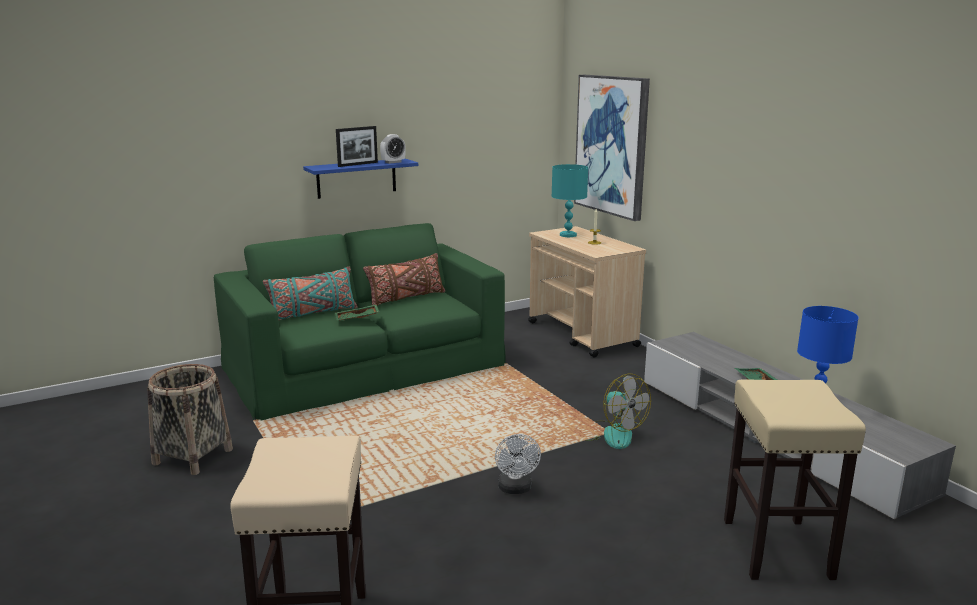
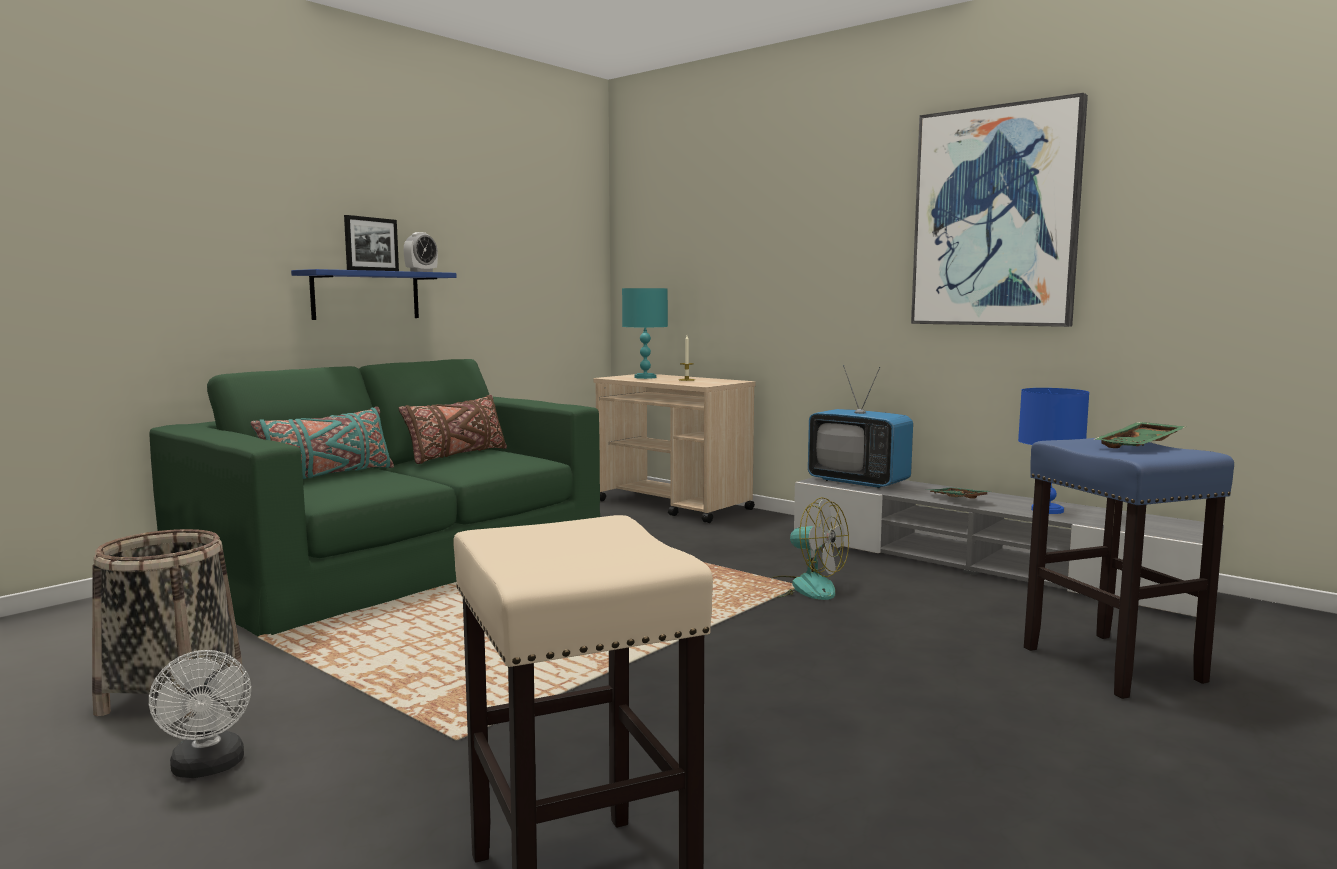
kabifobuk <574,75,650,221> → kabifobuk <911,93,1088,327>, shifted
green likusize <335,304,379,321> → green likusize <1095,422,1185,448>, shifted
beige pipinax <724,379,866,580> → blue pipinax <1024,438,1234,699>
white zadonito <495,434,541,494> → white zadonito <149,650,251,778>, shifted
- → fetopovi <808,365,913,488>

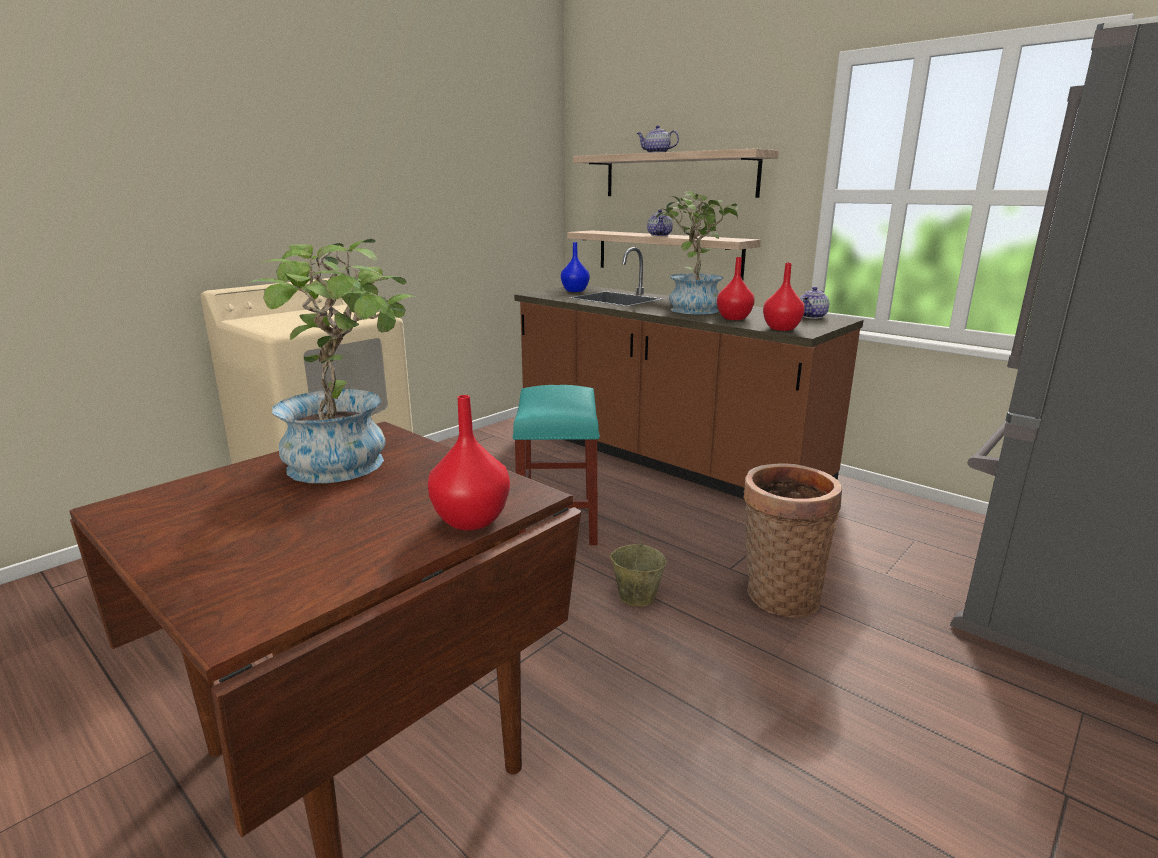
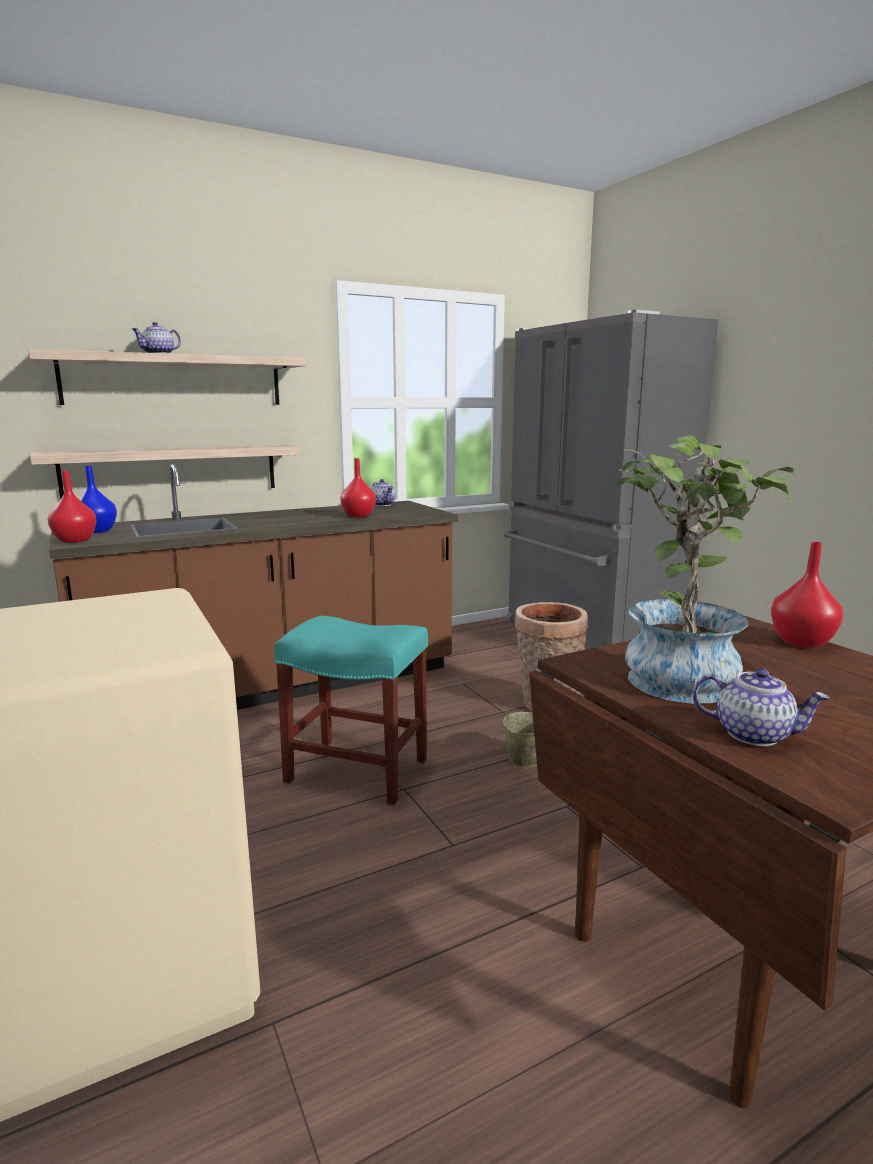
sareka <656,191,738,314> → -
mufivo <647,209,673,236> → mufivo <693,668,829,746>, shifted
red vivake <763,263,805,331> → red vivake <48,471,97,543>, shifted

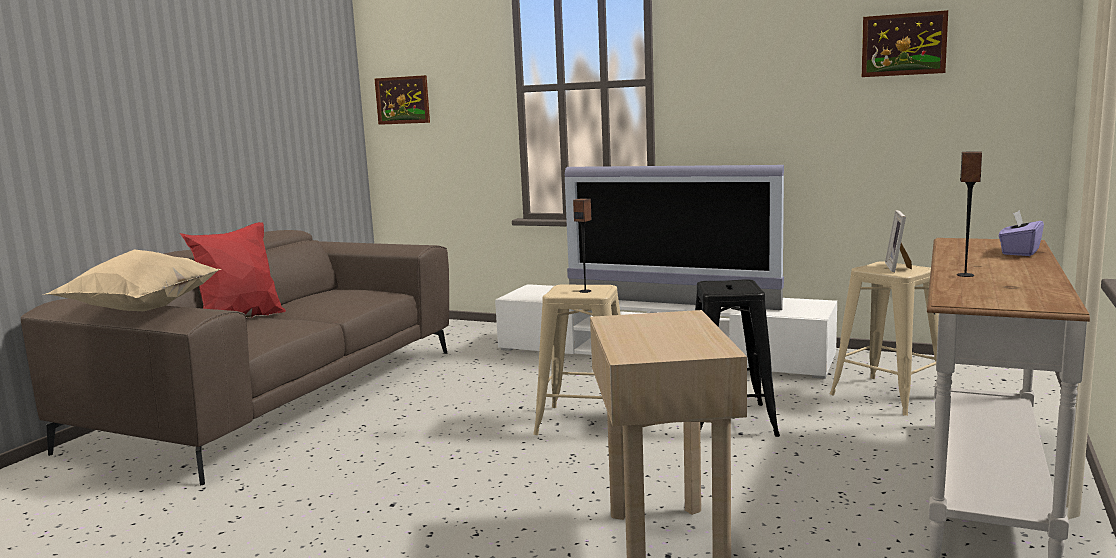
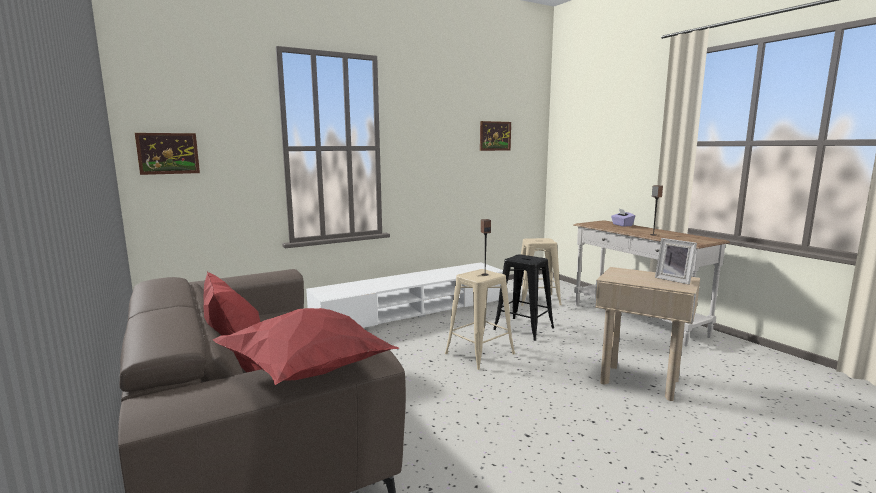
fetopovi <565,165,784,310> → -
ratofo <885,210,912,272> → ratofo <655,238,697,284>, shifted
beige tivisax <42,249,221,311> → red tivisax <213,308,399,385>

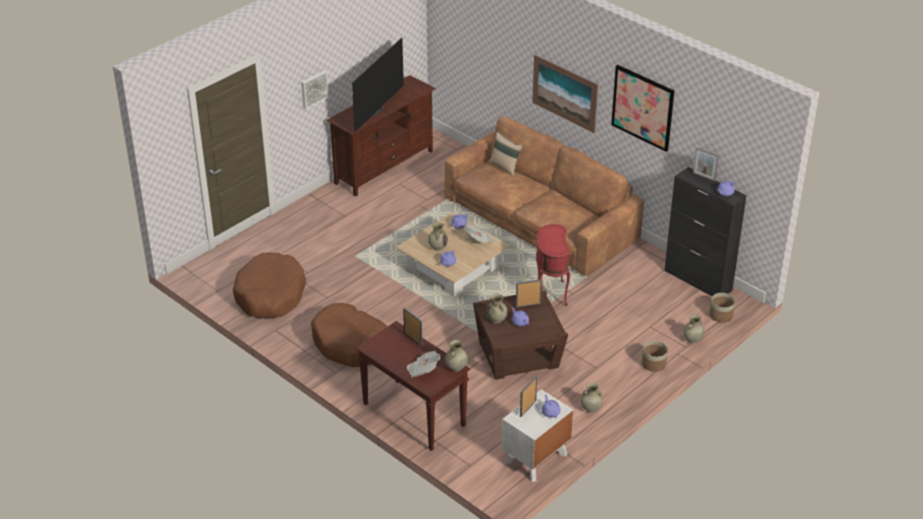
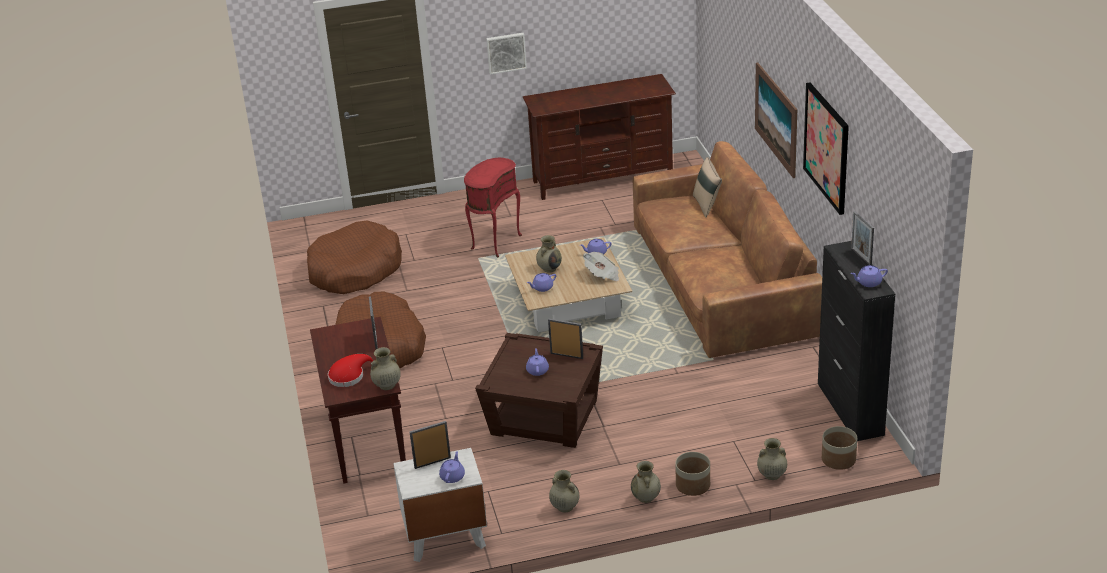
fetopovi <352,38,404,132> → -
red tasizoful <536,224,570,306> → red tasizoful <464,158,522,257>, shifted
beige vivake <486,294,508,323> → beige vivake <631,461,661,503>, shifted
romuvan <407,351,440,378> → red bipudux <328,354,373,387>

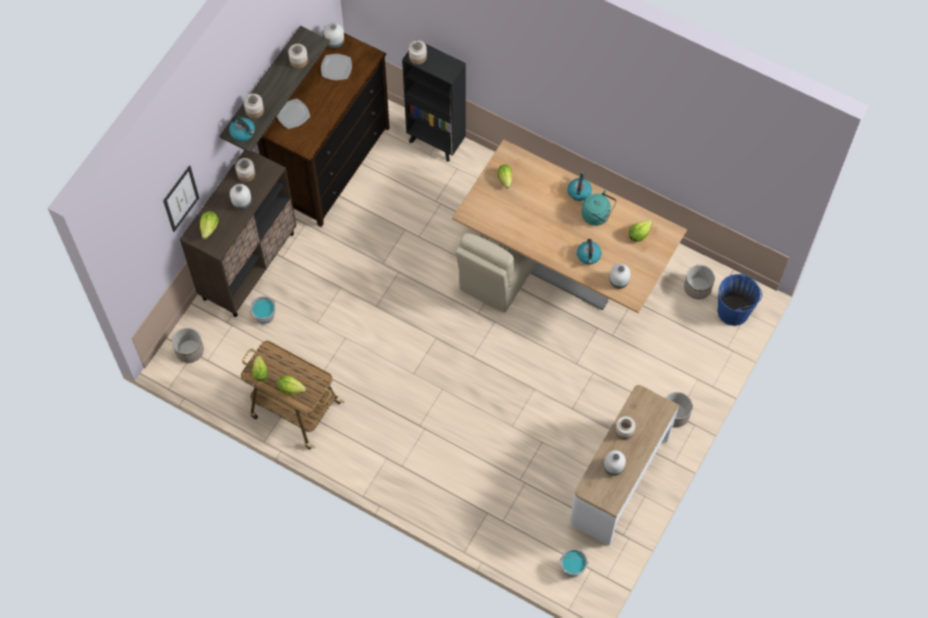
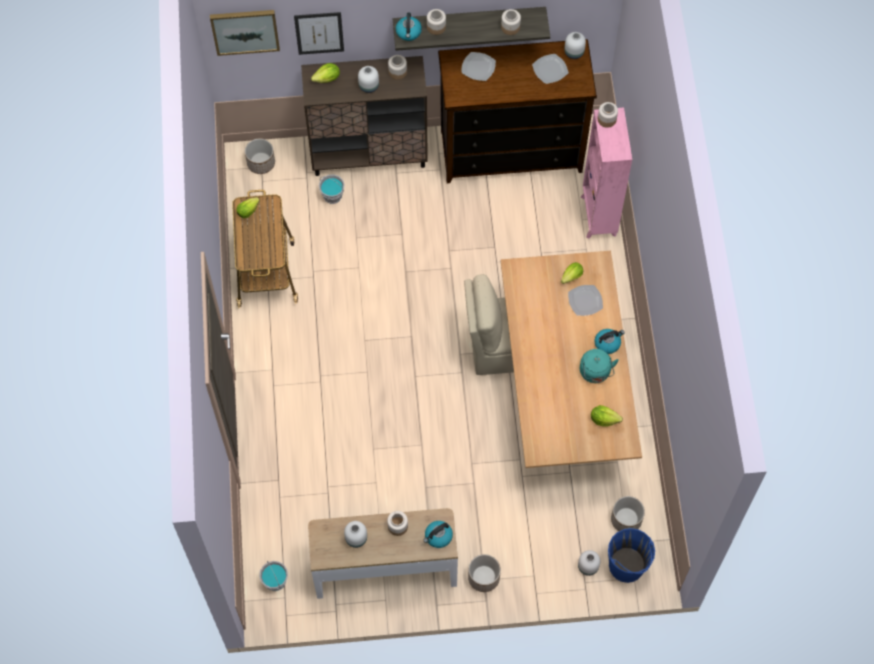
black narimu <402,39,466,162> → pink narimu <581,108,632,239>
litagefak <577,239,602,265> → litagefak <424,521,453,548>, shifted
white vivake <609,264,631,289> → white vivake <578,550,600,576>, shifted
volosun <277,375,306,395> → -
- → kabifobuk <210,10,280,56>
- → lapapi <568,285,603,316>

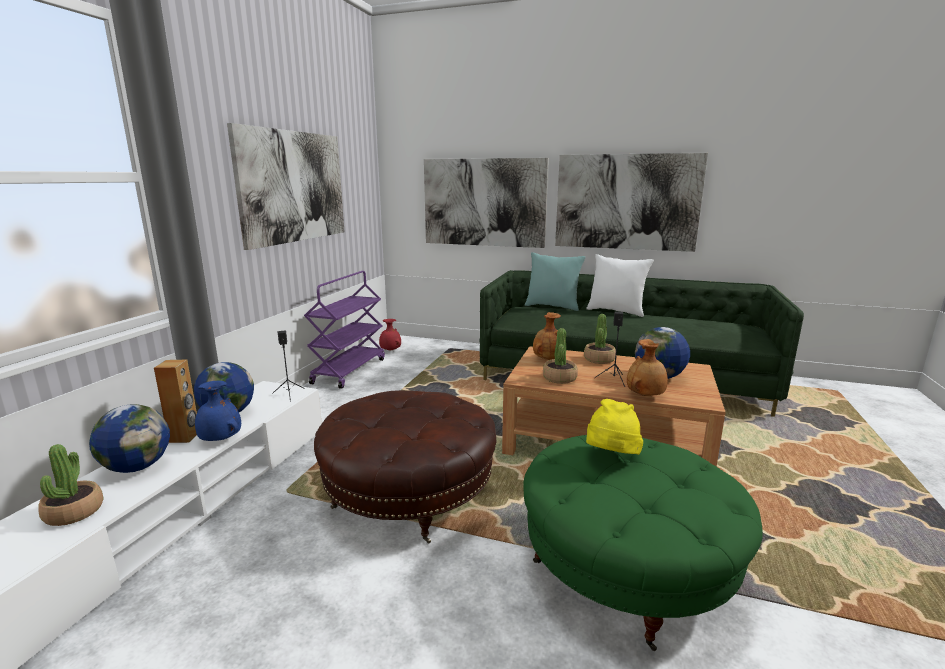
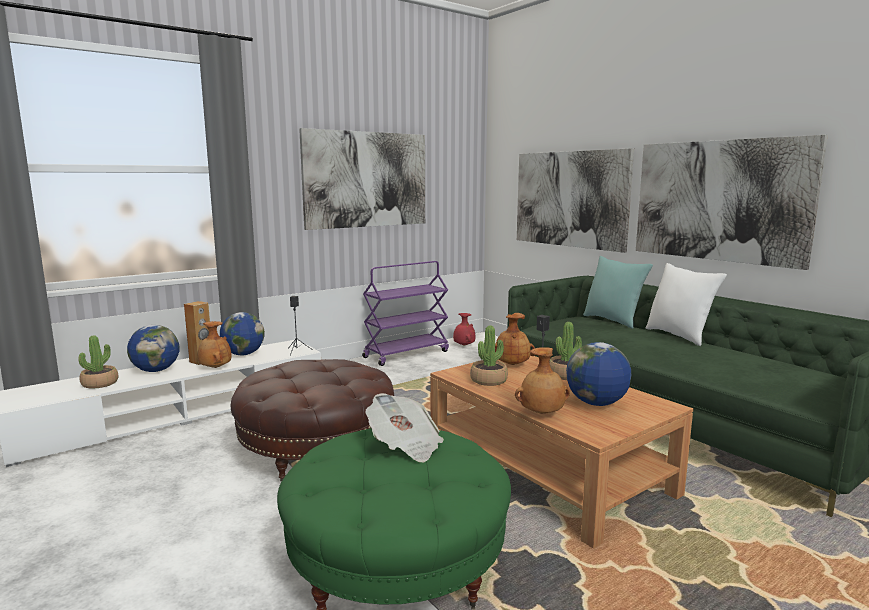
blue vivake <195,381,241,441> → brown vivake <198,321,232,368>
yellow bipudux <586,399,643,455> → romuvan <365,393,444,462>

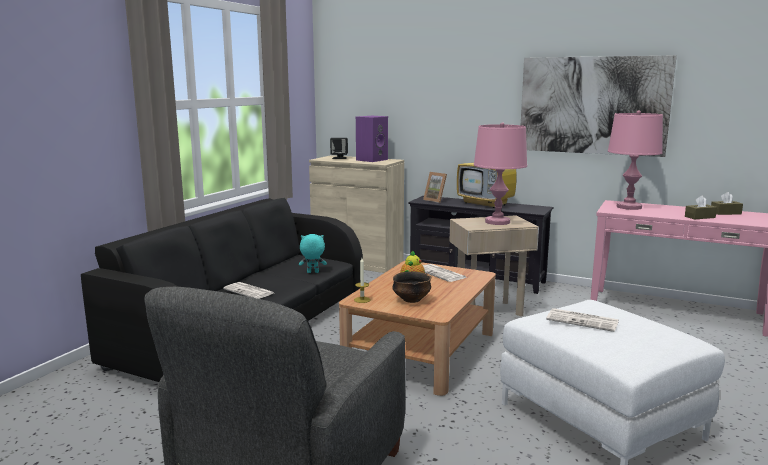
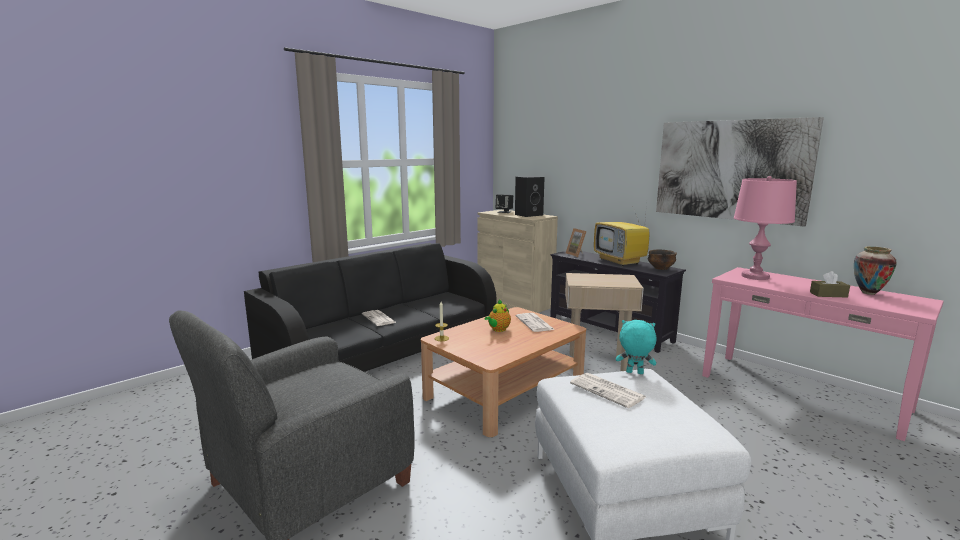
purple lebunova <356,116,388,162> → black lebunova <515,176,544,217>
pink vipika <474,122,527,225> → -
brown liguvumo <711,192,743,215> → vivake <854,246,897,295>
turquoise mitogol <299,234,327,273> → turquoise mitogol <616,320,656,374>, shifted
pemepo <392,271,431,303> → pemepo <648,250,677,270>, shifted

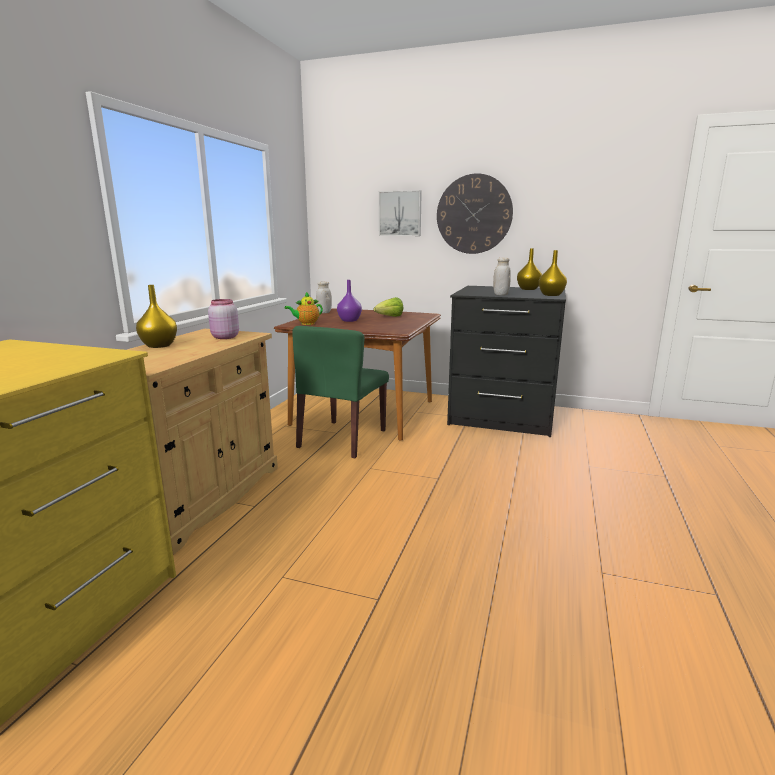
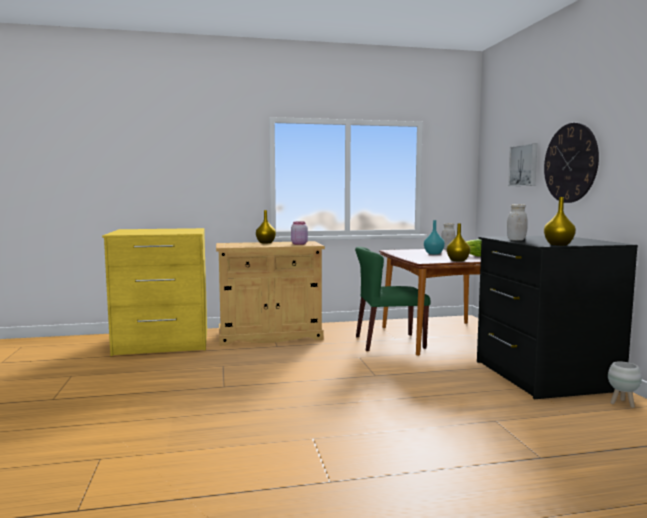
yellow vivake <517,249,542,290> → yellow vivake <447,223,470,262>, shifted
purple vivake <337,280,362,322> → turquoise vivake <424,220,445,254>
mufivo <284,292,323,325> → -
- → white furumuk <608,362,642,408>

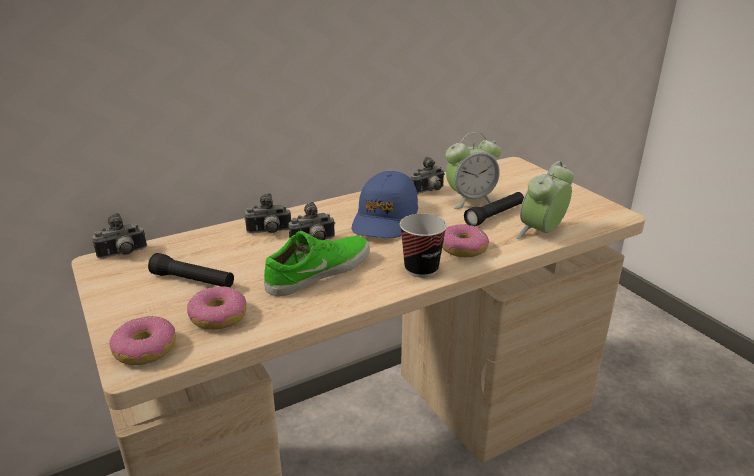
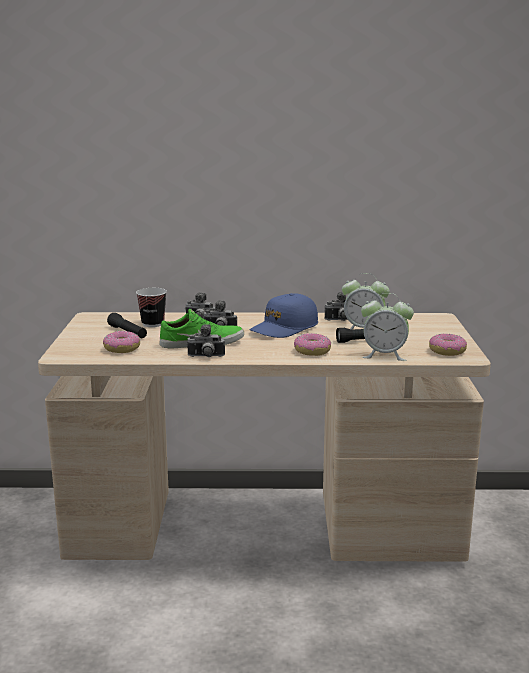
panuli <516,161,574,239> → panuli <361,293,414,361>, 150 degrees counterclockwise
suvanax <92,213,147,258> → suvanax <187,324,225,357>, shifted
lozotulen <400,214,447,278> → lozotulen <136,288,167,327>, shifted
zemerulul <109,316,176,365> → zemerulul <429,333,467,356>, shifted

